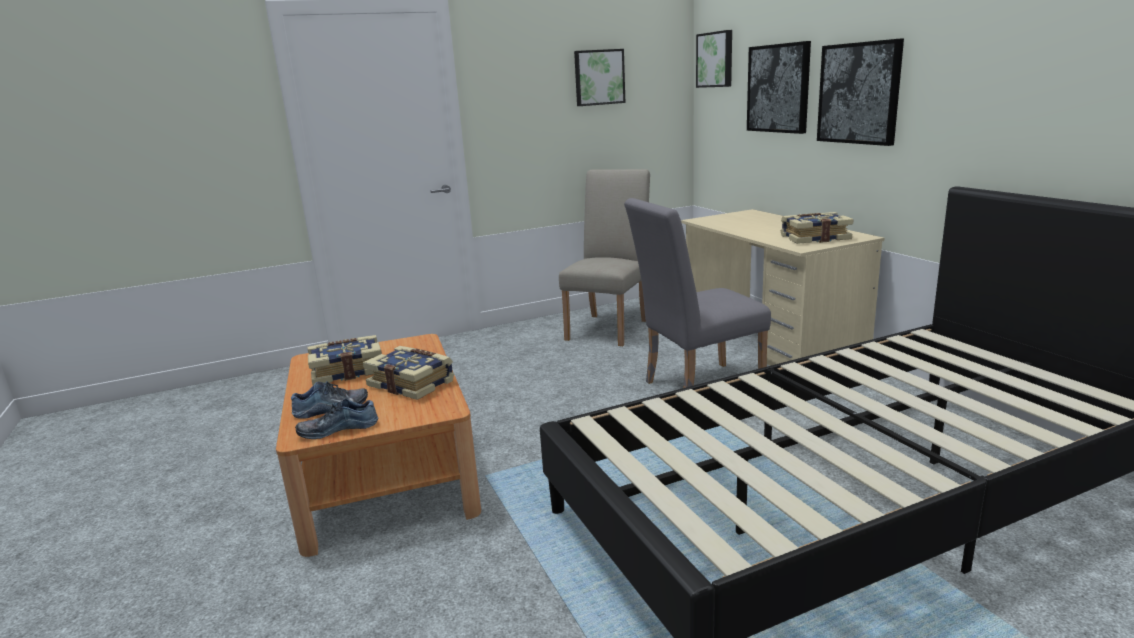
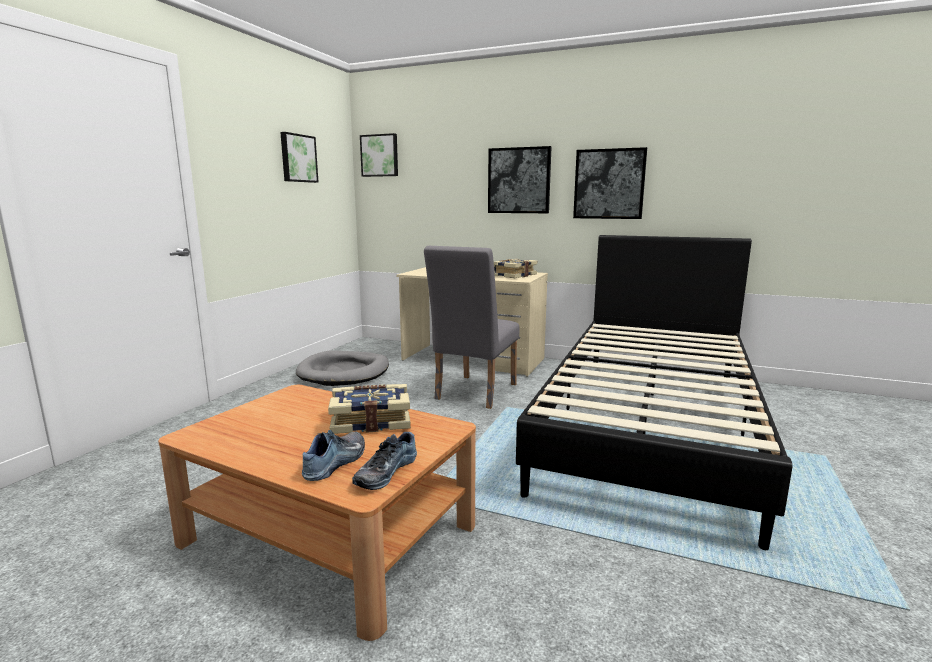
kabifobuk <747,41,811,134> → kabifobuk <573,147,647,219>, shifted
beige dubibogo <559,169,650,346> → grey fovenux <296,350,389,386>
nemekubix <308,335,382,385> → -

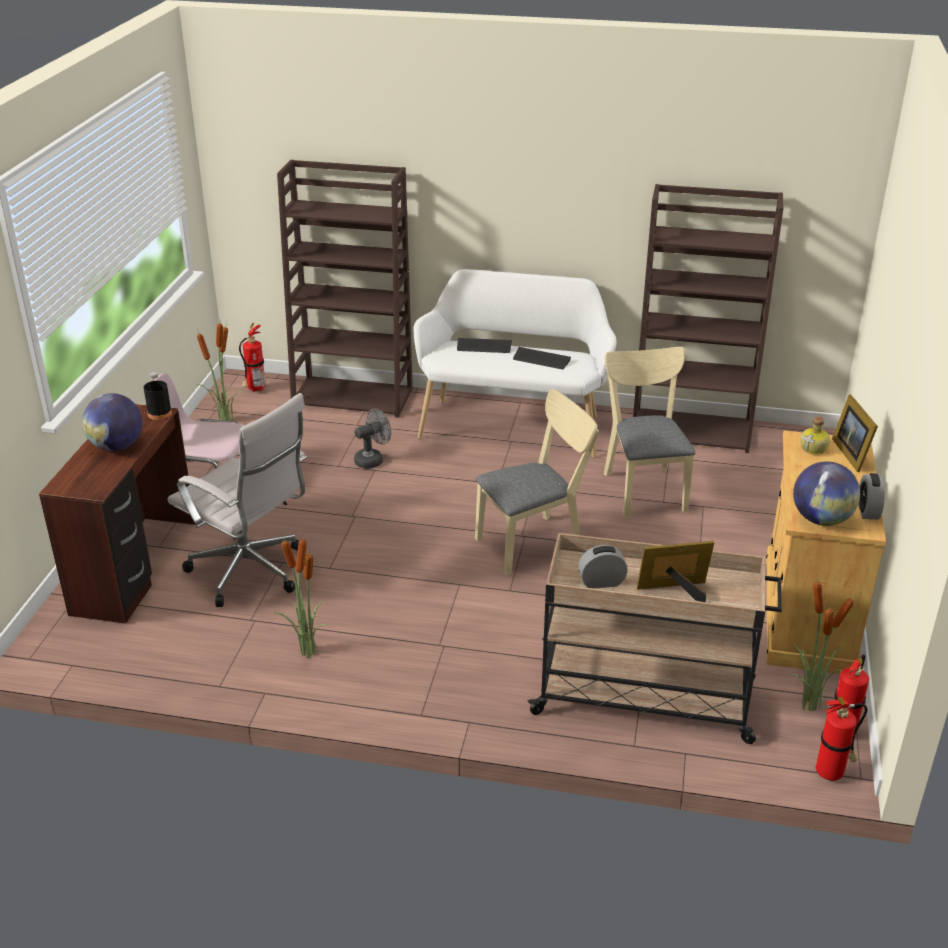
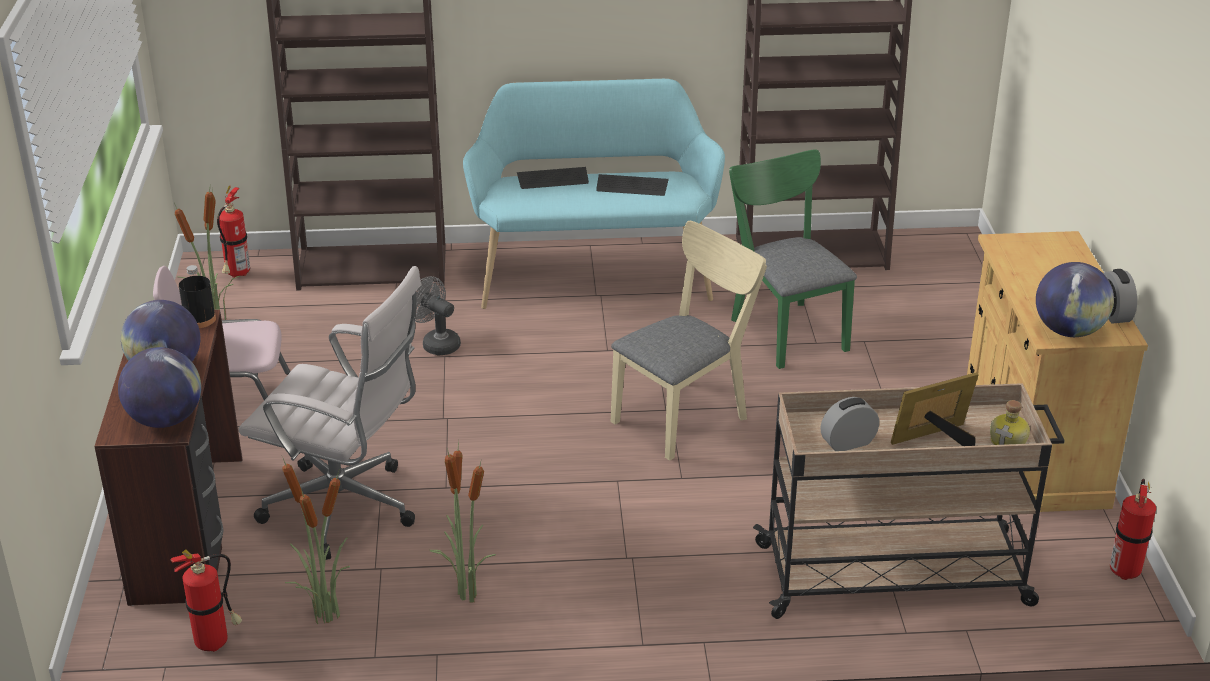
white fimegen <414,269,617,458> → turquoise fimegen <463,79,725,309>
beige dubibogo <604,347,696,518> → green dubibogo <729,149,857,369>
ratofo <832,394,878,472> → -
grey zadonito <354,408,391,469> → grey zadonito <415,276,461,355>, 90 degrees counterclockwise
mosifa <801,417,830,455> → mosifa <990,400,1030,445>, shifted
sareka <791,575,856,711> → sareka <282,456,350,624>, shifted
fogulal <816,697,867,781> → fogulal <171,549,242,652>, shifted
- → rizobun <118,347,201,428>

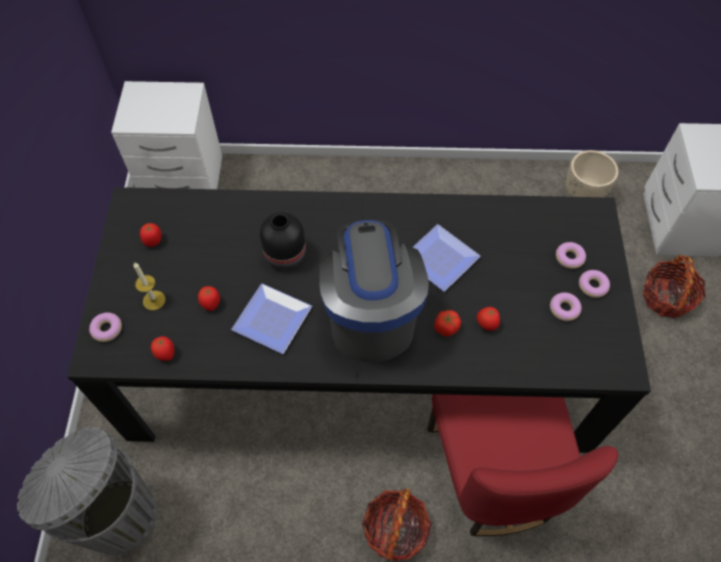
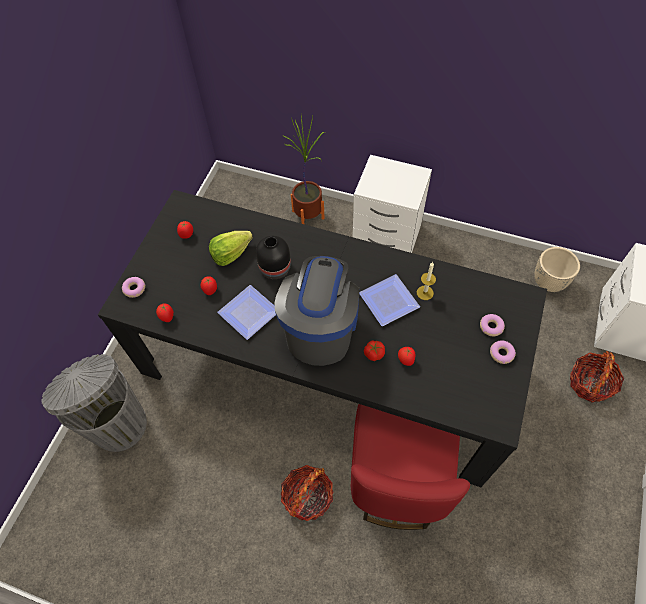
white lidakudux <111,81,222,189> → white lidakudux <352,155,432,253>, shifted
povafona <133,262,166,310> → povafona <417,262,436,300>, shifted
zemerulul <550,292,582,321> → -
- → sareka <284,115,325,224>
- → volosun <209,231,253,266>

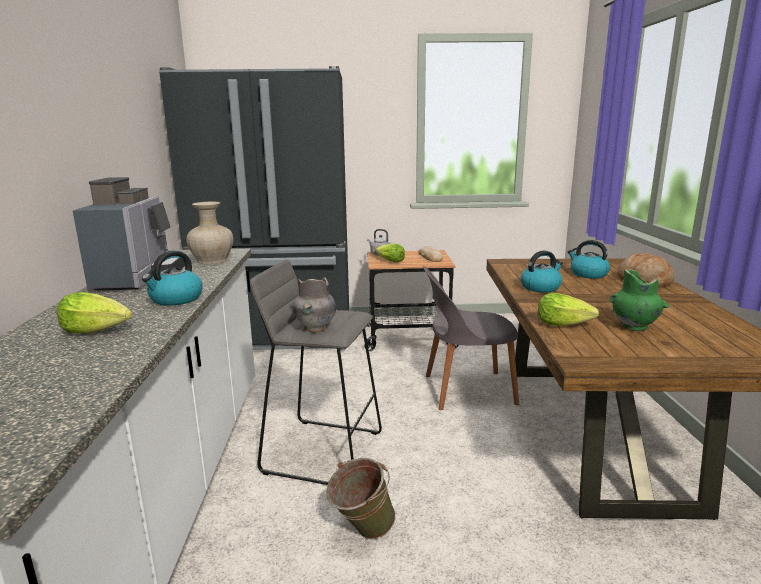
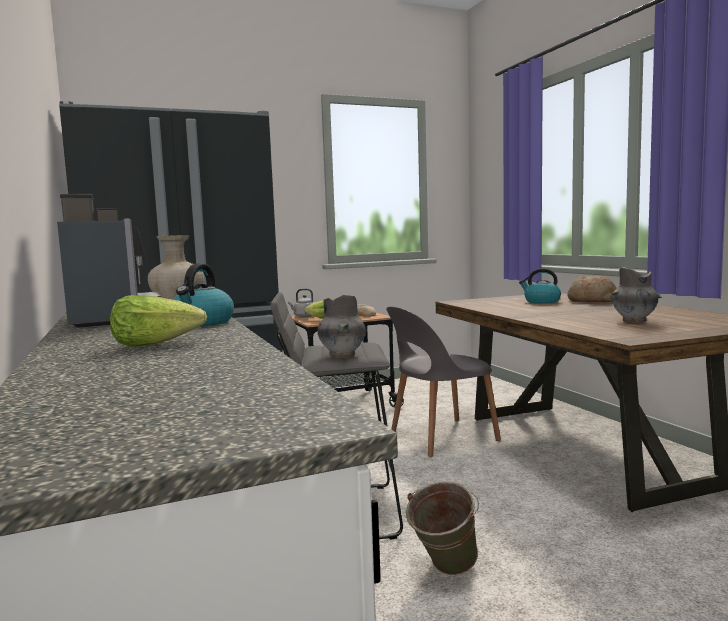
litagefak <520,251,563,293> → -
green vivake <609,269,669,331> → grey vivake <610,267,662,322>
volosun <538,293,599,326> → -

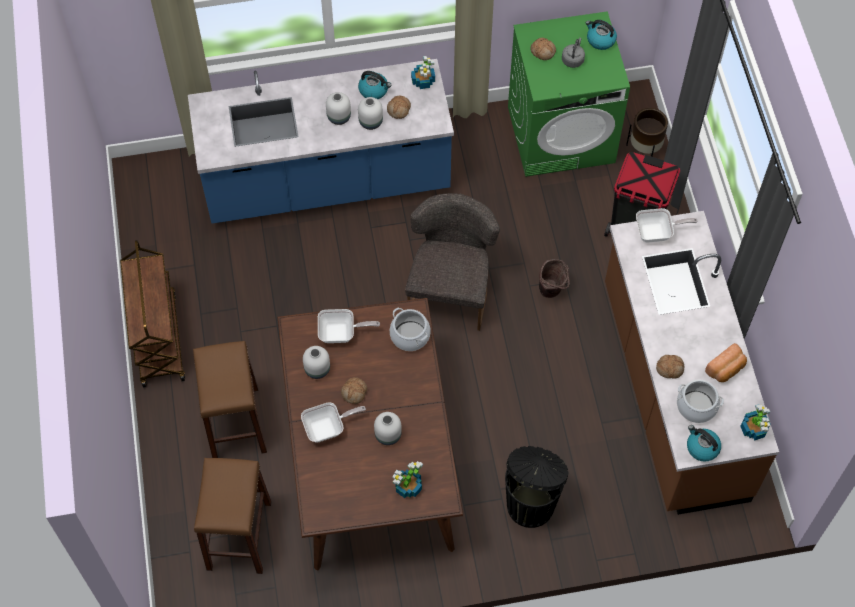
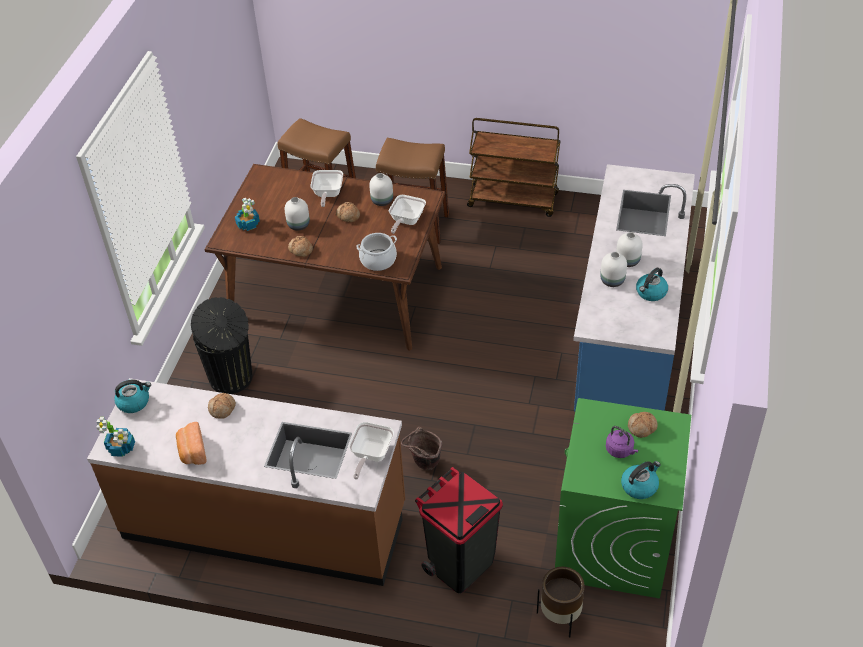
grey litagefak <562,38,585,68> → purple litagefak <606,426,638,458>
sareka <411,56,435,89> → -
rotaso <387,96,411,119> → rotaso <288,236,313,257>, shifted
grey dubibogo <405,193,500,331> → -
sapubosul <677,379,724,423> → -

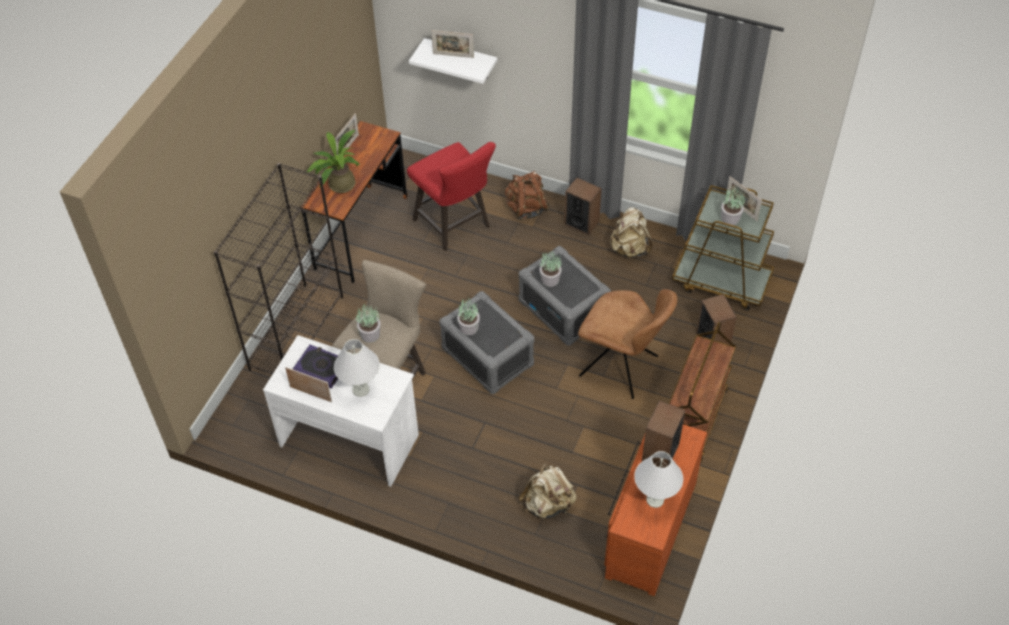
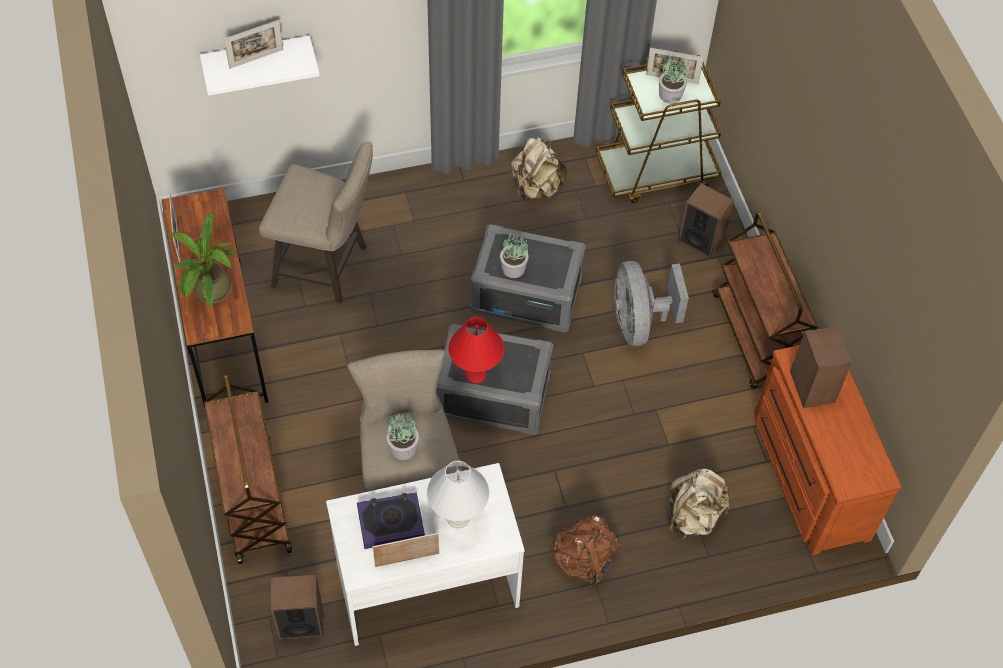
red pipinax <407,142,496,251> → beige pipinax <259,142,373,303>
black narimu <214,163,343,375> → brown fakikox <204,374,292,564>
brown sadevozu <505,171,550,220> → brown sadevozu <549,515,622,586>, shifted
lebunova <564,178,602,236> → lebunova <271,574,323,640>, shifted
brown dubibogo <578,289,678,399> → grey zadonito <614,261,689,346>
sareka <457,299,480,335> → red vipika <448,317,504,384>
white vipika <634,451,683,508> → -

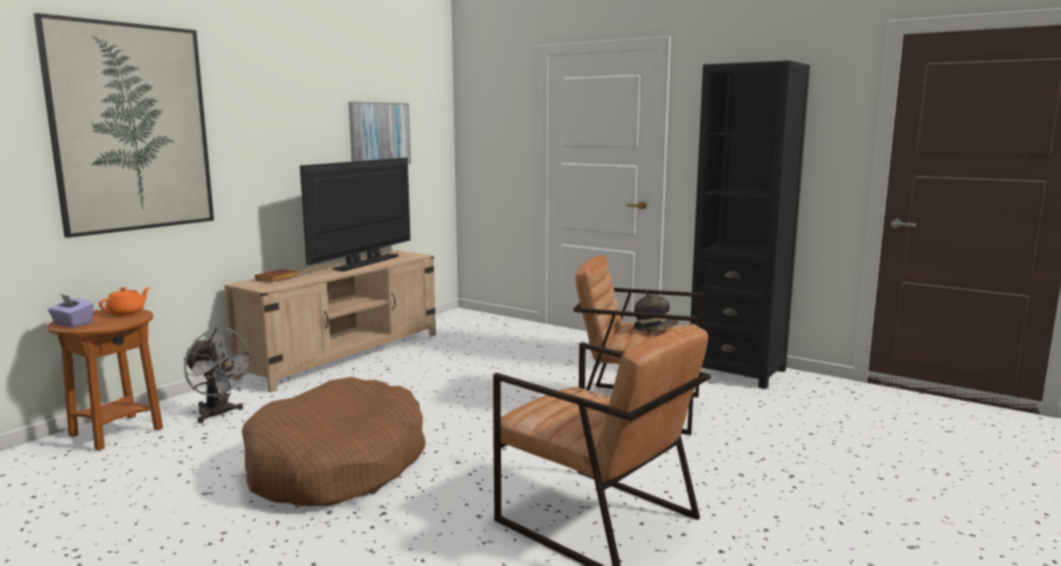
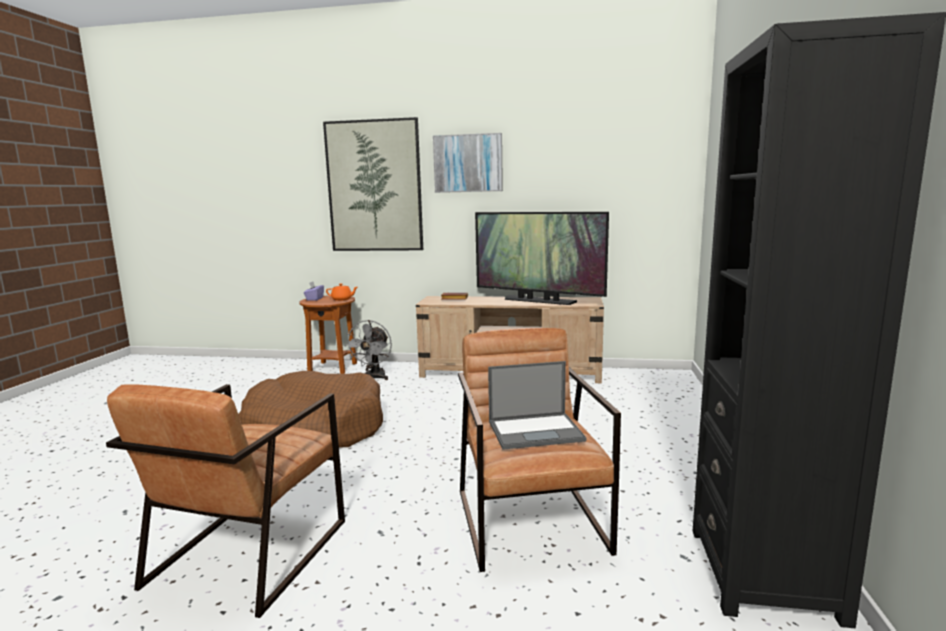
kabifobuk <348,102,411,164> → kabifobuk <433,133,503,193>, shifted
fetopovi <300,158,411,272> → fetopovi <475,212,609,305>, 150 degrees counterclockwise
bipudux <634,291,678,331> → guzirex <488,361,586,450>

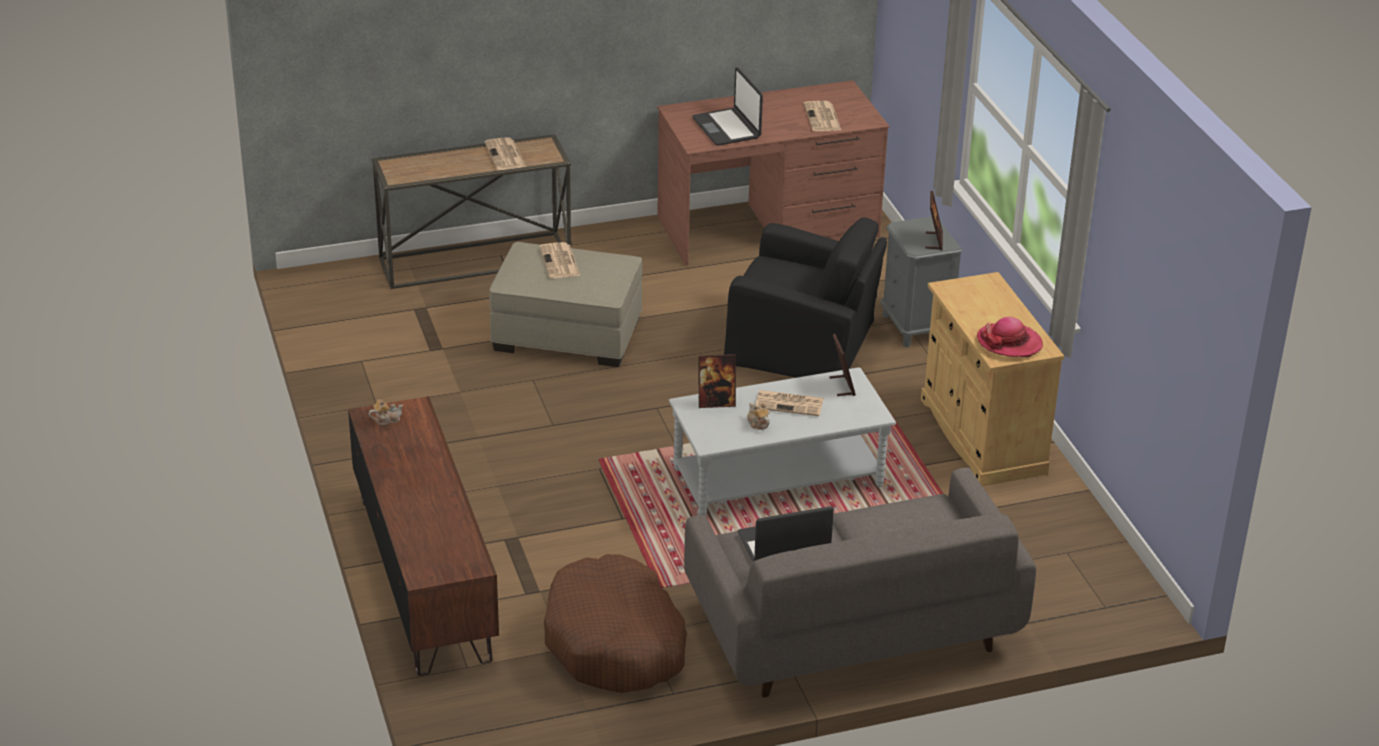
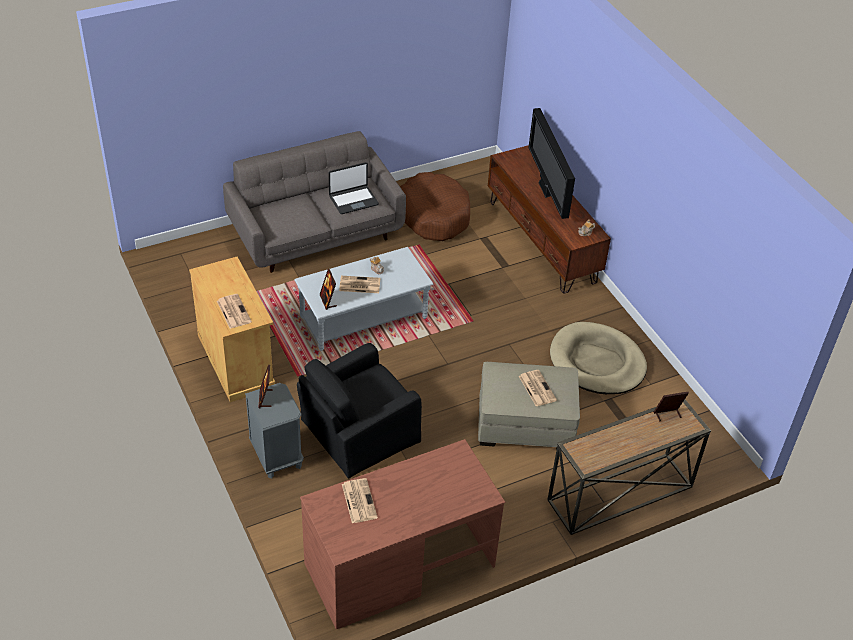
guzirex <692,67,763,146> → -
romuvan <485,137,526,170> → romuvan <217,294,252,329>, shifted
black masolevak <724,217,887,378> → black masolevak <297,343,422,478>, 45 degrees counterclockwise
bipudux <977,317,1043,357> → -
ratofo <698,354,736,408> → ratofo <654,392,689,421>, shifted
- → fetopovi <528,108,575,219>
- → beige fovenux <550,322,647,394>

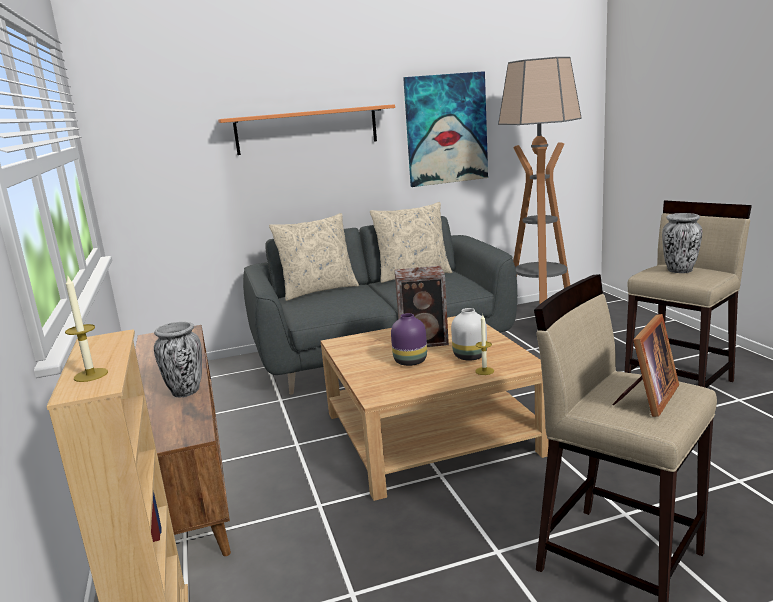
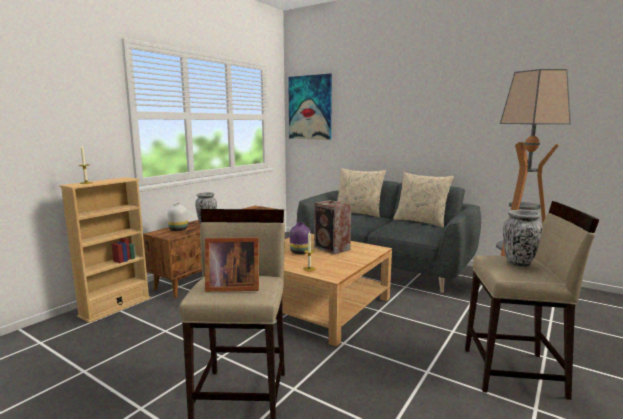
kabifobuk <403,71,488,187> → kabifobuk <288,74,332,140>, shifted
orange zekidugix <218,104,395,155> → -
white vivake <451,308,487,361> → white vivake <167,203,188,231>, shifted

